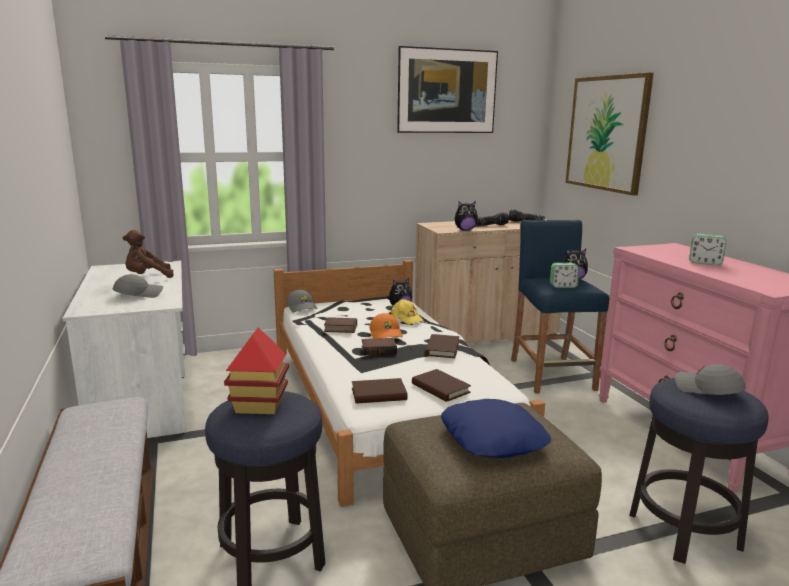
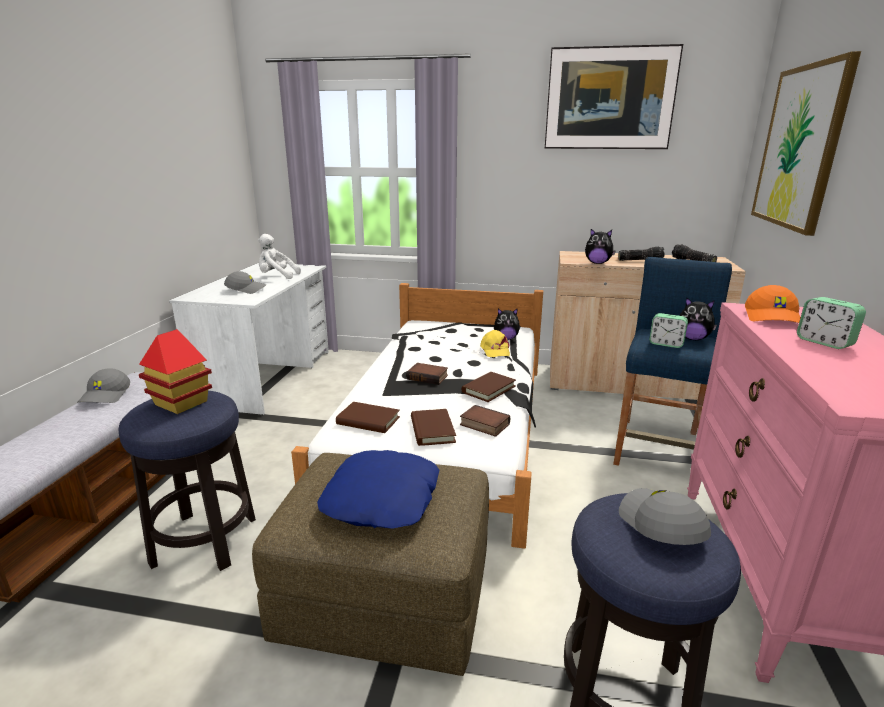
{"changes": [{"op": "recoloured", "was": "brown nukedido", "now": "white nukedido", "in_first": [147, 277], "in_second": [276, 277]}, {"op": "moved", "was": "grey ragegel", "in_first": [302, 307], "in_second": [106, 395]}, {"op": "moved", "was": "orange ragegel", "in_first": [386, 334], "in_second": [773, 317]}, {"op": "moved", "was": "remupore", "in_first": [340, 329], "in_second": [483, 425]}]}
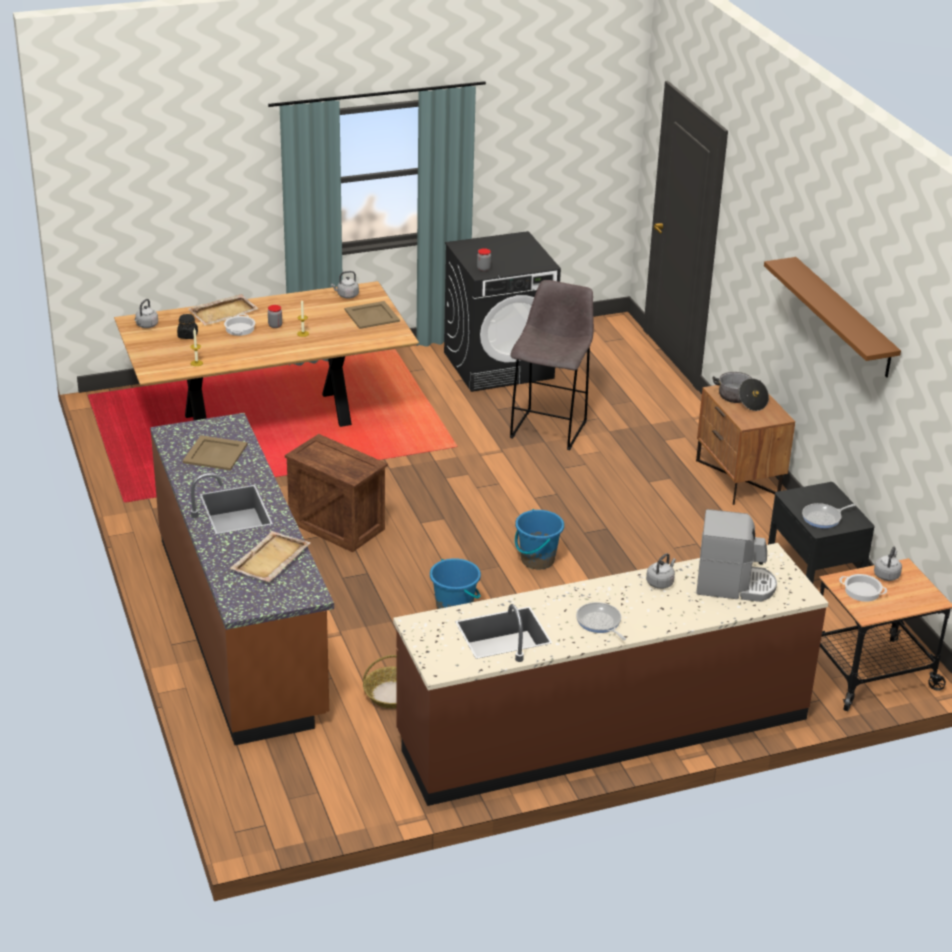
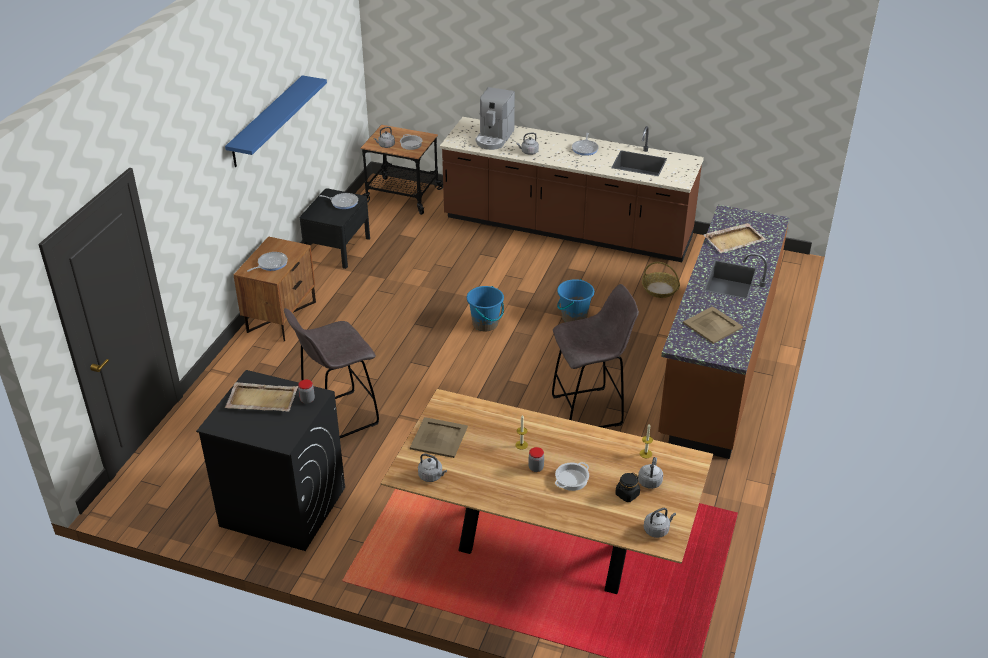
{"changes": [{"op": "recoloured", "was": "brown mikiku", "now": "blue mikiku", "in_first": [843, 317], "in_second": [267, 121]}, {"op": "moved", "was": "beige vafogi", "in_first": [224, 312], "in_second": [261, 399]}, {"op": "replaced", "was": "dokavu", "now": "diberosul", "in_first": [740, 399], "in_second": [271, 264]}, {"op": "replaced", "was": "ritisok", "now": "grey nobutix", "in_first": [335, 526], "in_second": [589, 410]}, {"op": "turned", "was": "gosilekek", "in_first": [734, 585], "in_second": [494, 138], "clockwise": -120}, {"op": "added", "now": "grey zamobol", "in_second": [650, 481]}]}
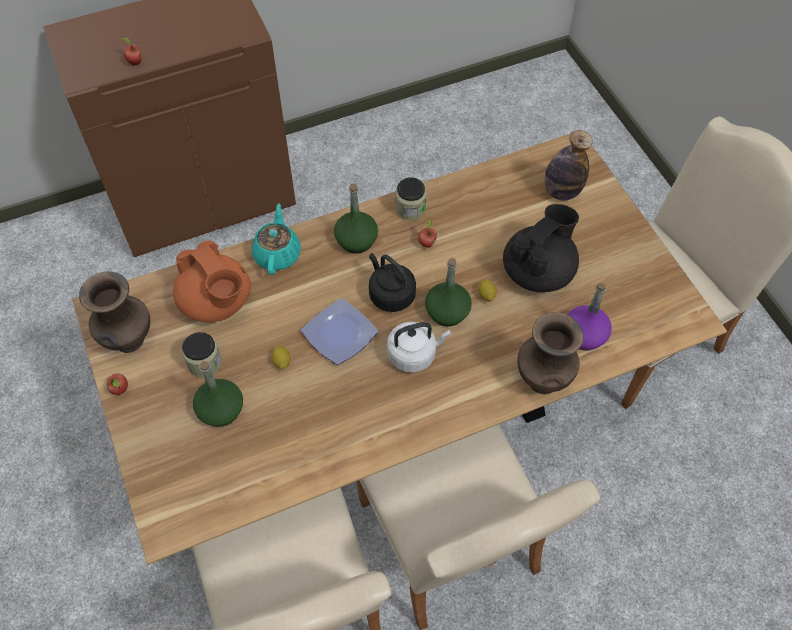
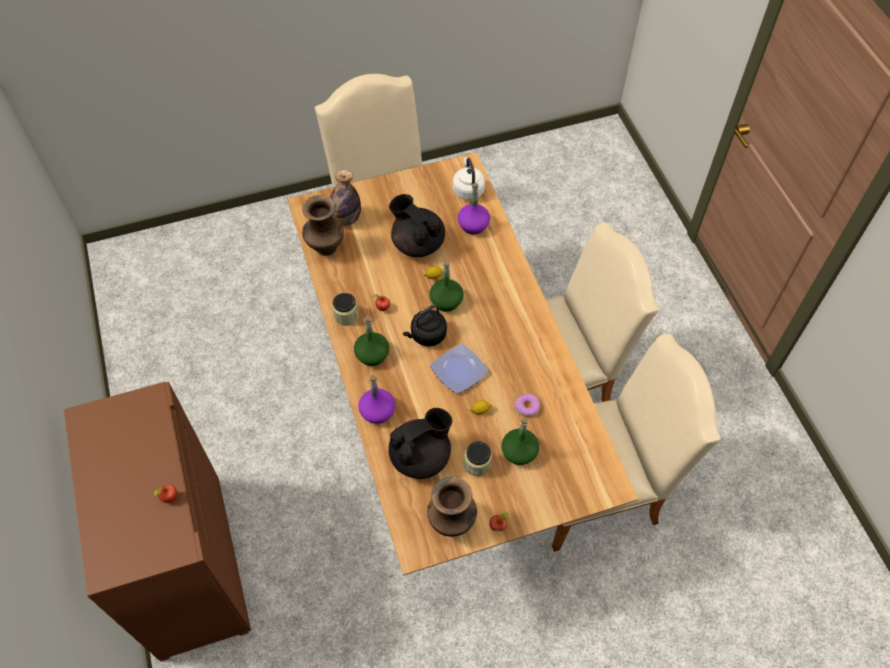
{"changes": [{"op": "replaced", "was": "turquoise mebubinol", "now": "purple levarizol", "in_first": [277, 254], "in_second": [377, 411]}, {"op": "recoloured", "was": "orange mebubinol", "now": "black mebubinol", "in_first": [217, 303], "in_second": [421, 456]}, {"op": "moved", "was": "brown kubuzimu", "in_first": [542, 379], "in_second": [325, 248]}, {"op": "moved", "was": "white zamobol", "in_first": [414, 354], "in_second": [468, 189]}, {"op": "added", "now": "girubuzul", "in_second": [527, 407]}]}
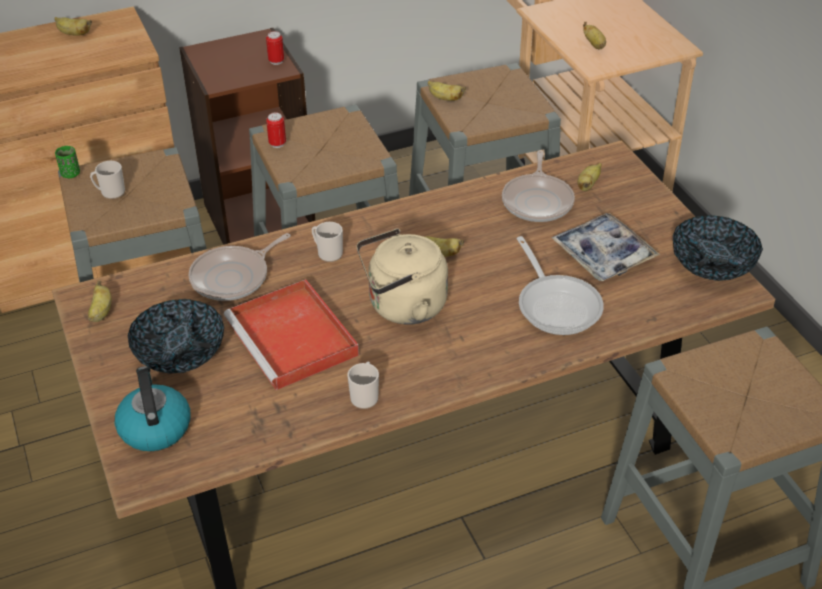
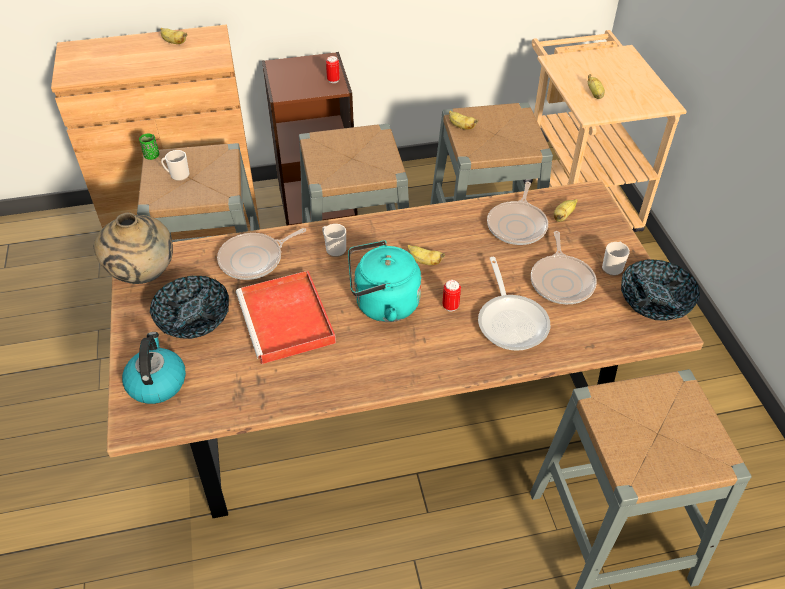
{"changes": [{"op": "moved", "was": "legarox", "in_first": [277, 144], "in_second": [450, 306]}, {"op": "replaced", "was": "vafogi", "now": "diberosul", "in_first": [603, 254], "in_second": [562, 281]}, {"op": "recoloured", "was": "beige zamobol", "now": "turquoise zamobol", "in_first": [403, 306], "in_second": [382, 304]}, {"op": "replaced", "was": "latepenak", "now": "beige kubuzimu", "in_first": [101, 312], "in_second": [144, 276]}, {"op": "moved", "was": "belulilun", "in_first": [365, 396], "in_second": [612, 266]}]}
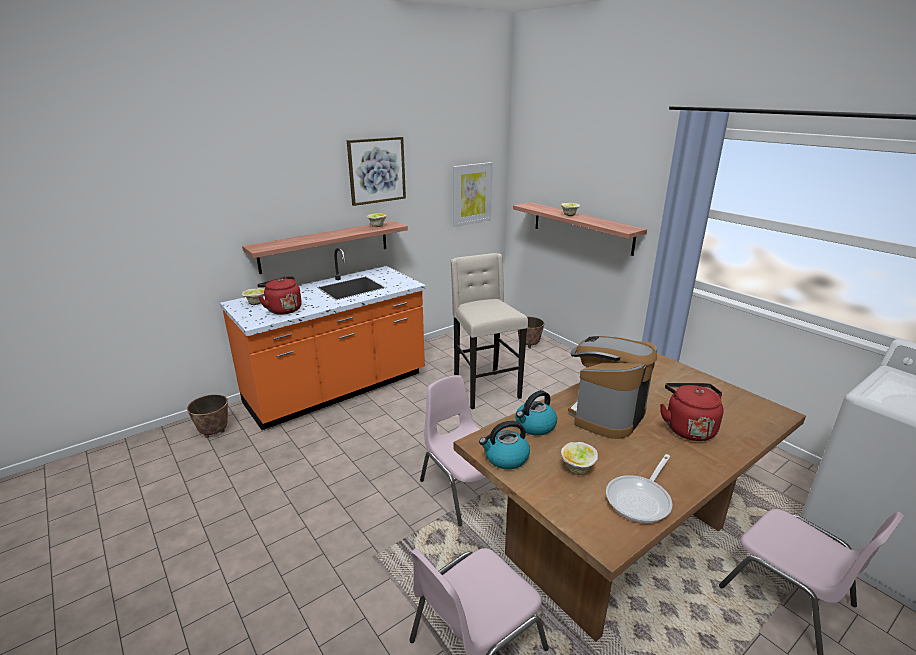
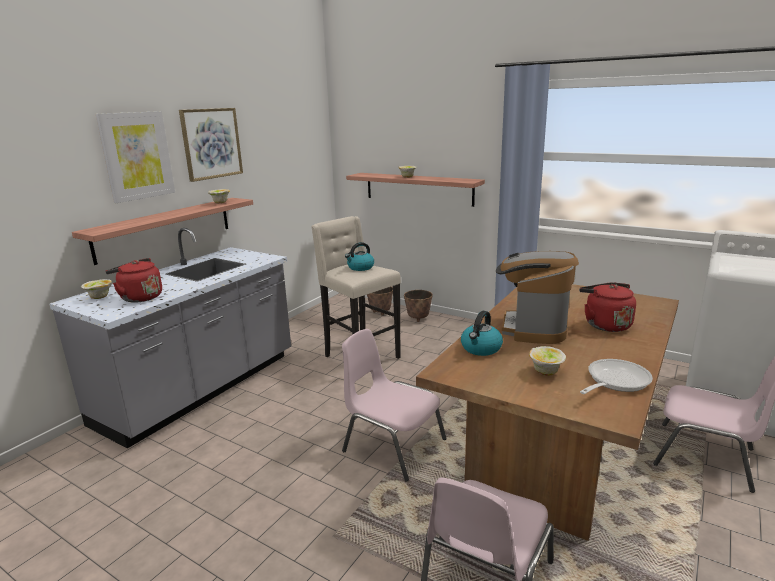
{"changes": [{"op": "moved", "was": "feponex", "in_first": [471, 194], "in_second": [137, 156]}, {"op": "recoloured", "was": "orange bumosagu", "now": "grey bumosagu", "in_first": [337, 390], "in_second": [200, 389]}, {"op": "moved", "was": "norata", "in_first": [214, 432], "in_second": [418, 318]}, {"op": "moved", "was": "zamobol", "in_first": [505, 458], "in_second": [360, 267]}, {"op": "turned", "was": "diberosul", "in_first": [641, 499], "in_second": [614, 381], "clockwise": -150}]}
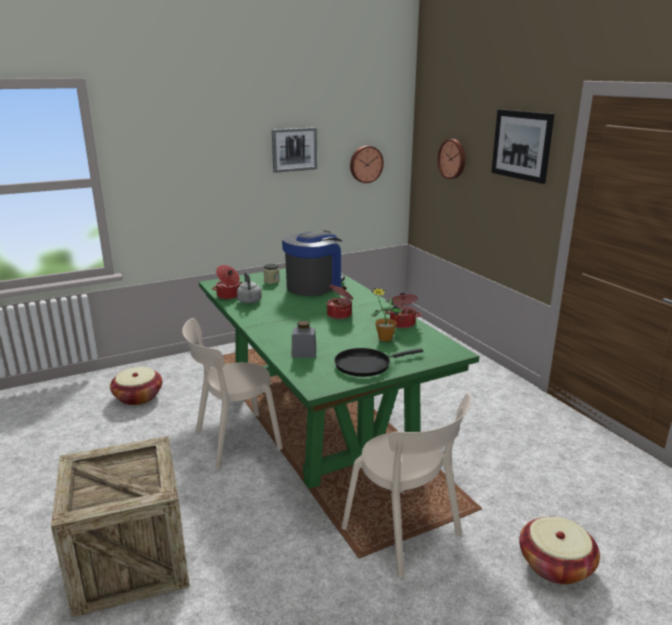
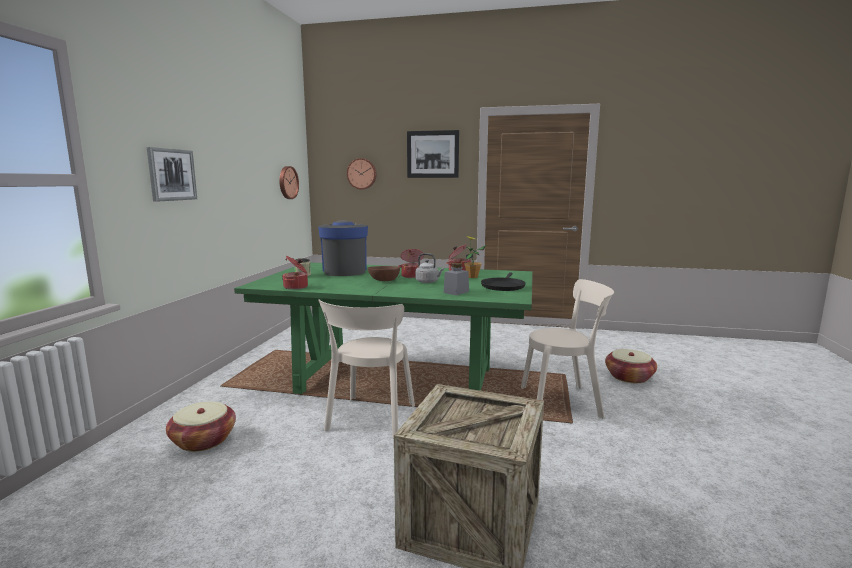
{"changes": [{"op": "moved", "was": "feponex", "in_first": [294, 149], "in_second": [171, 175]}, {"op": "moved", "was": "grey zamobol", "in_first": [249, 301], "in_second": [428, 282]}, {"op": "added", "now": "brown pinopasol", "in_second": [384, 280]}]}
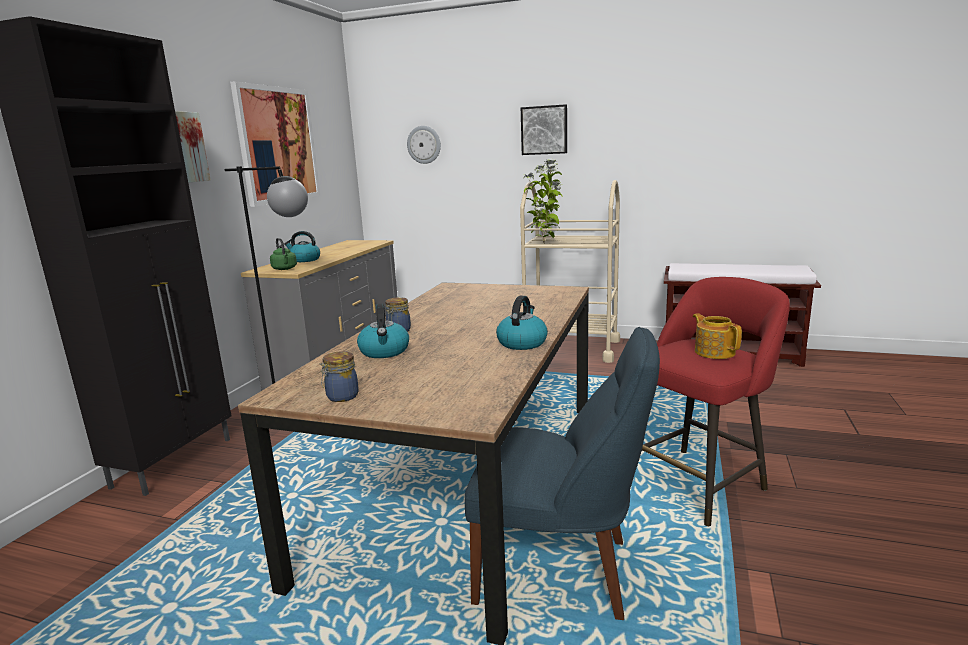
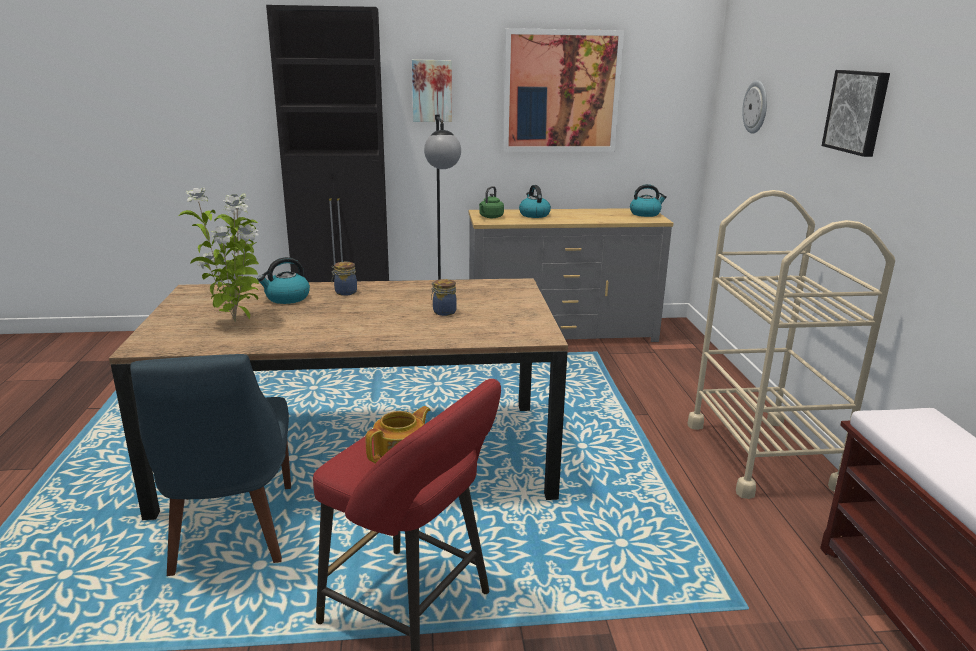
{"changes": [{"op": "moved", "was": "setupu", "in_first": [545, 243], "in_second": [237, 322]}, {"op": "moved", "was": "zamobol", "in_first": [522, 343], "in_second": [645, 214]}, {"op": "moved", "was": "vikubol", "in_first": [341, 397], "in_second": [443, 312]}]}
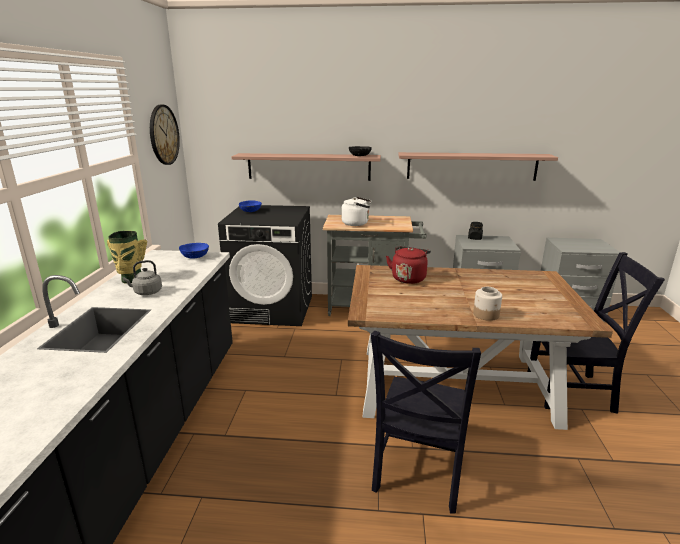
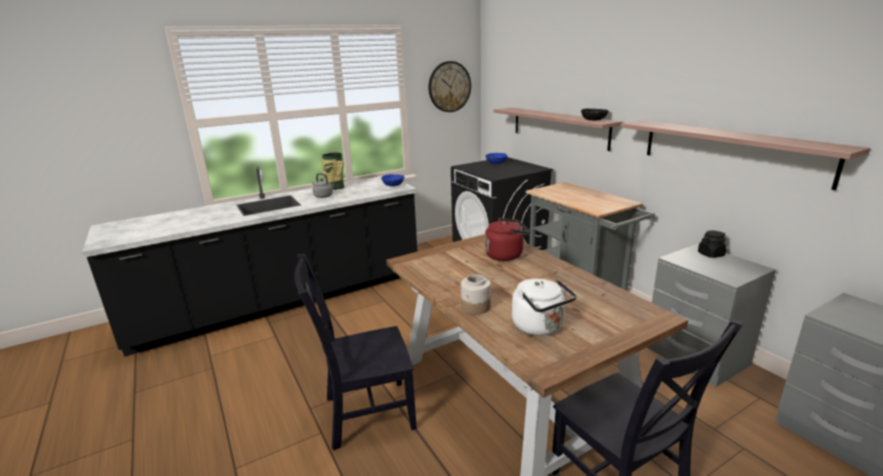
{"changes": [{"op": "moved", "was": "white zamobol", "in_first": [357, 223], "in_second": [540, 327]}]}
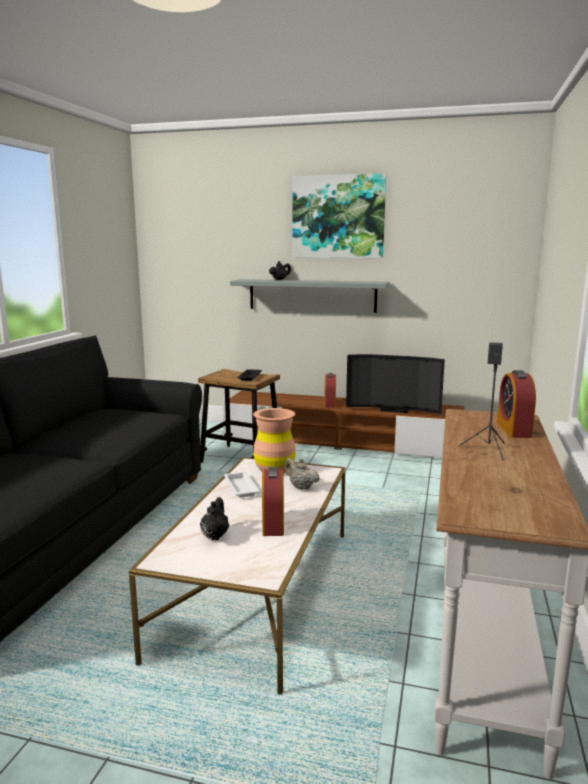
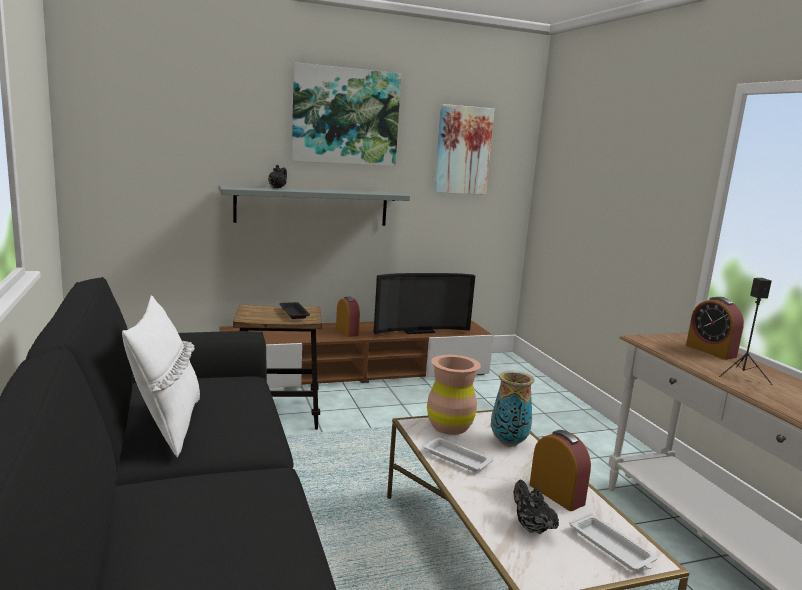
{"changes": [{"op": "replaced", "was": "beige mebubinol", "now": "kubuzimu", "in_first": [301, 487], "in_second": [508, 442]}, {"op": "added", "now": "feponex", "in_second": [462, 150]}, {"op": "added", "now": "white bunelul", "in_second": [166, 426]}, {"op": "added", "now": "white vafogi", "in_second": [612, 547]}]}
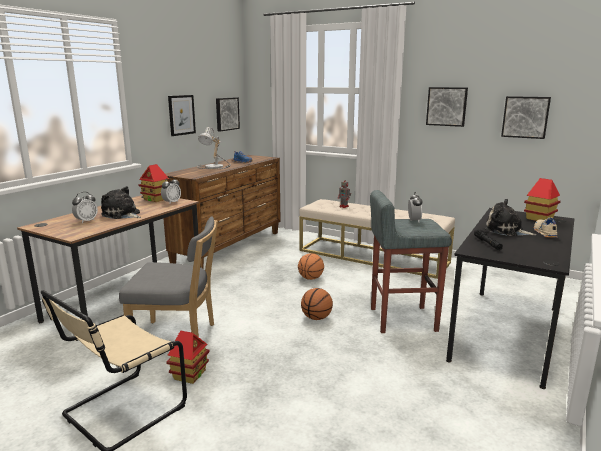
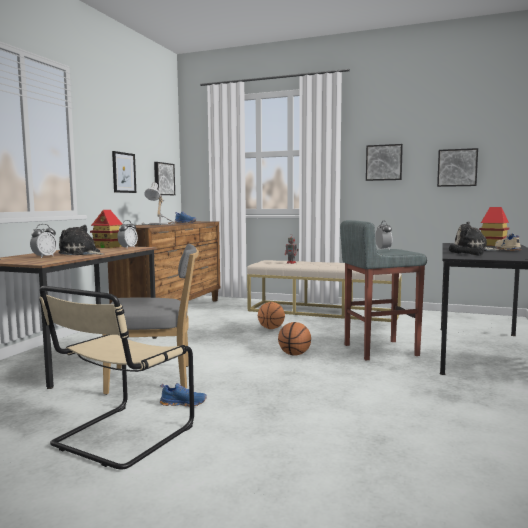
{"changes": [{"op": "replaced", "was": "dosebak", "now": "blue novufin", "in_first": [190, 374], "in_second": [183, 403]}]}
